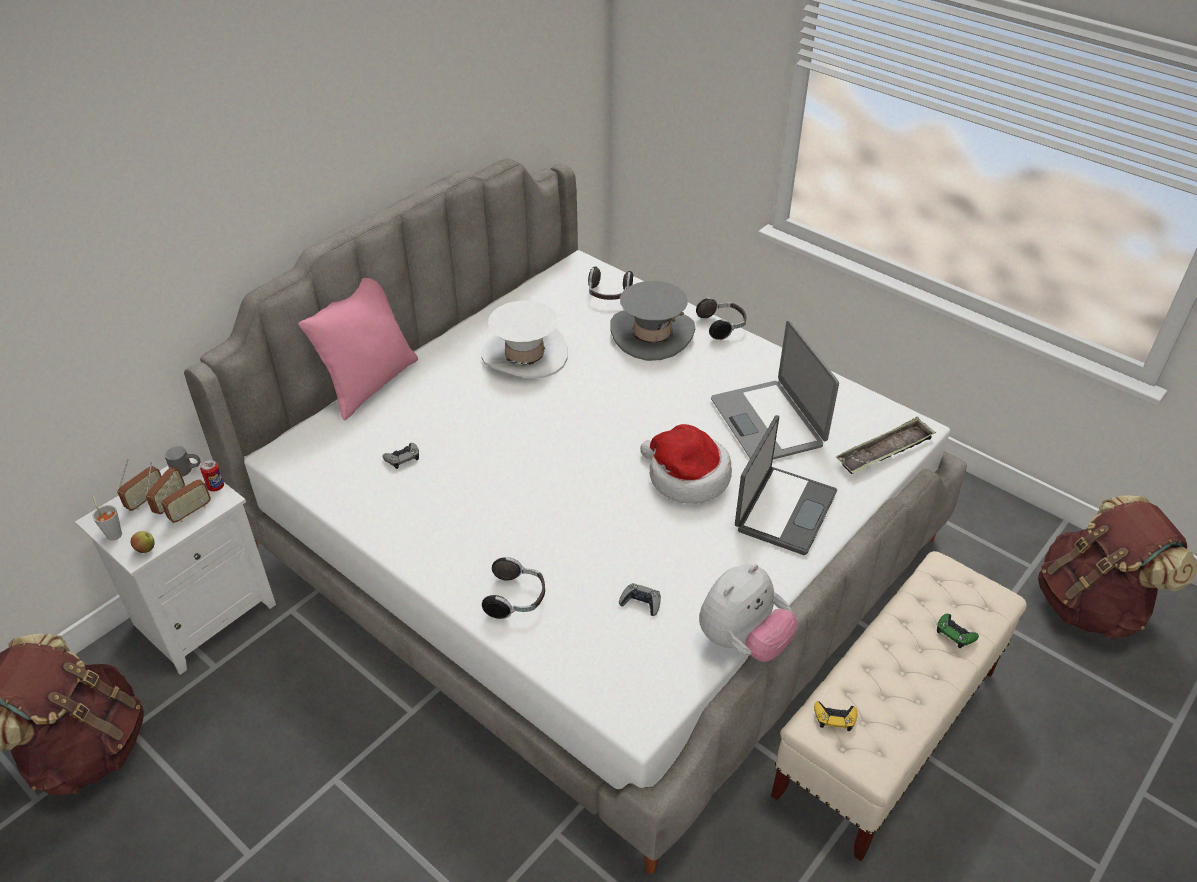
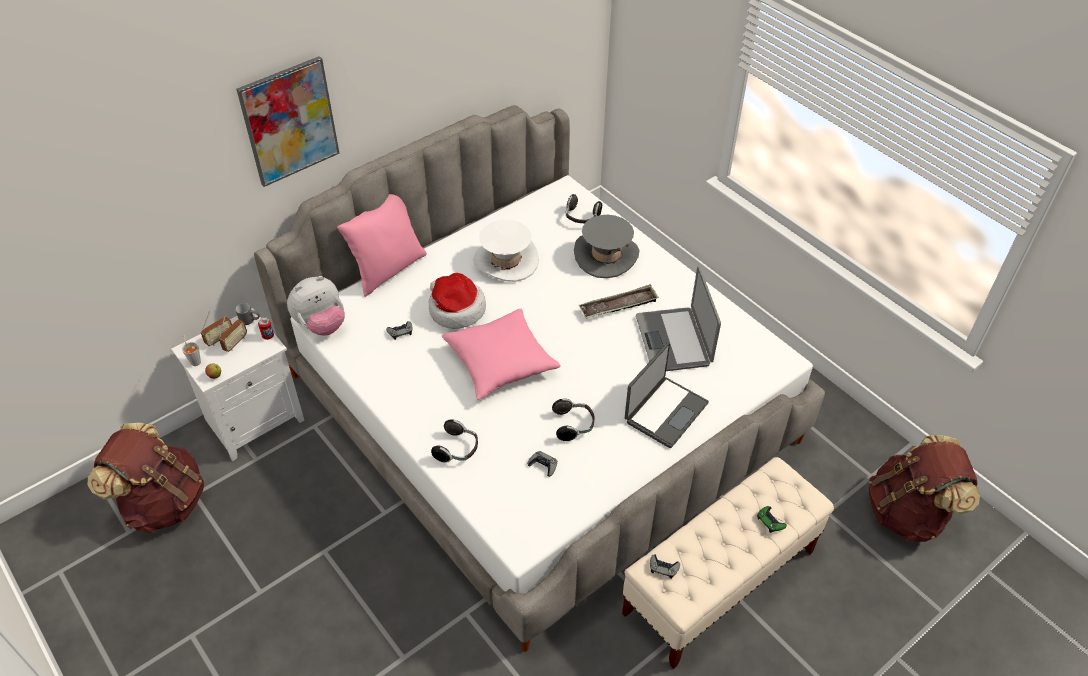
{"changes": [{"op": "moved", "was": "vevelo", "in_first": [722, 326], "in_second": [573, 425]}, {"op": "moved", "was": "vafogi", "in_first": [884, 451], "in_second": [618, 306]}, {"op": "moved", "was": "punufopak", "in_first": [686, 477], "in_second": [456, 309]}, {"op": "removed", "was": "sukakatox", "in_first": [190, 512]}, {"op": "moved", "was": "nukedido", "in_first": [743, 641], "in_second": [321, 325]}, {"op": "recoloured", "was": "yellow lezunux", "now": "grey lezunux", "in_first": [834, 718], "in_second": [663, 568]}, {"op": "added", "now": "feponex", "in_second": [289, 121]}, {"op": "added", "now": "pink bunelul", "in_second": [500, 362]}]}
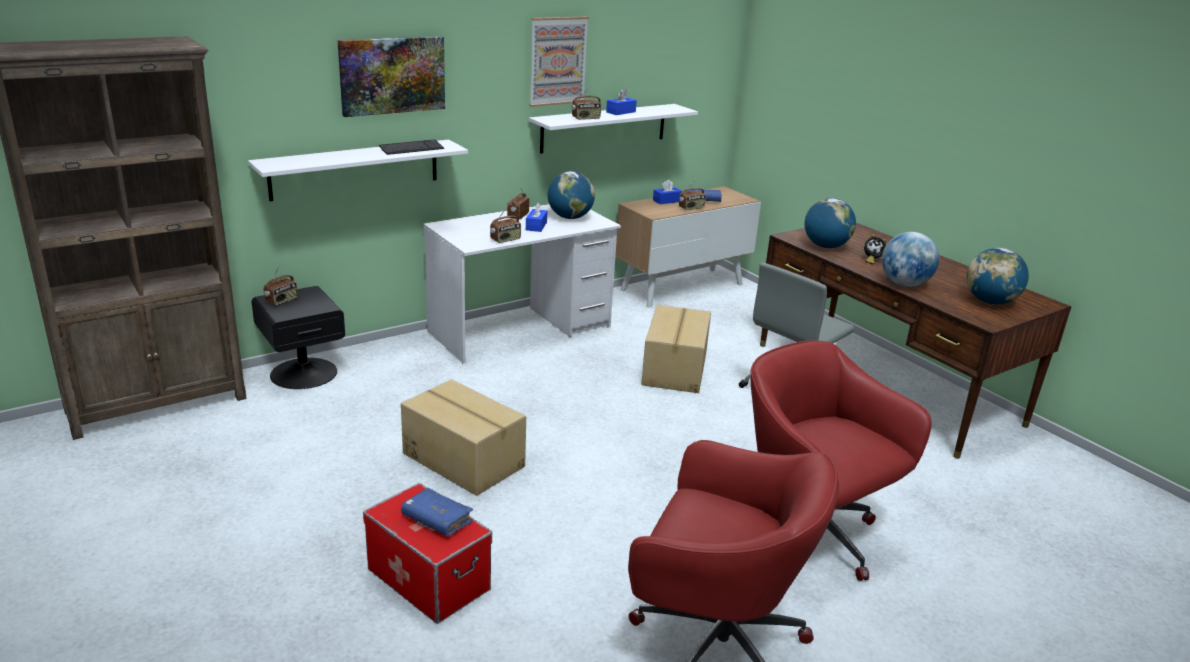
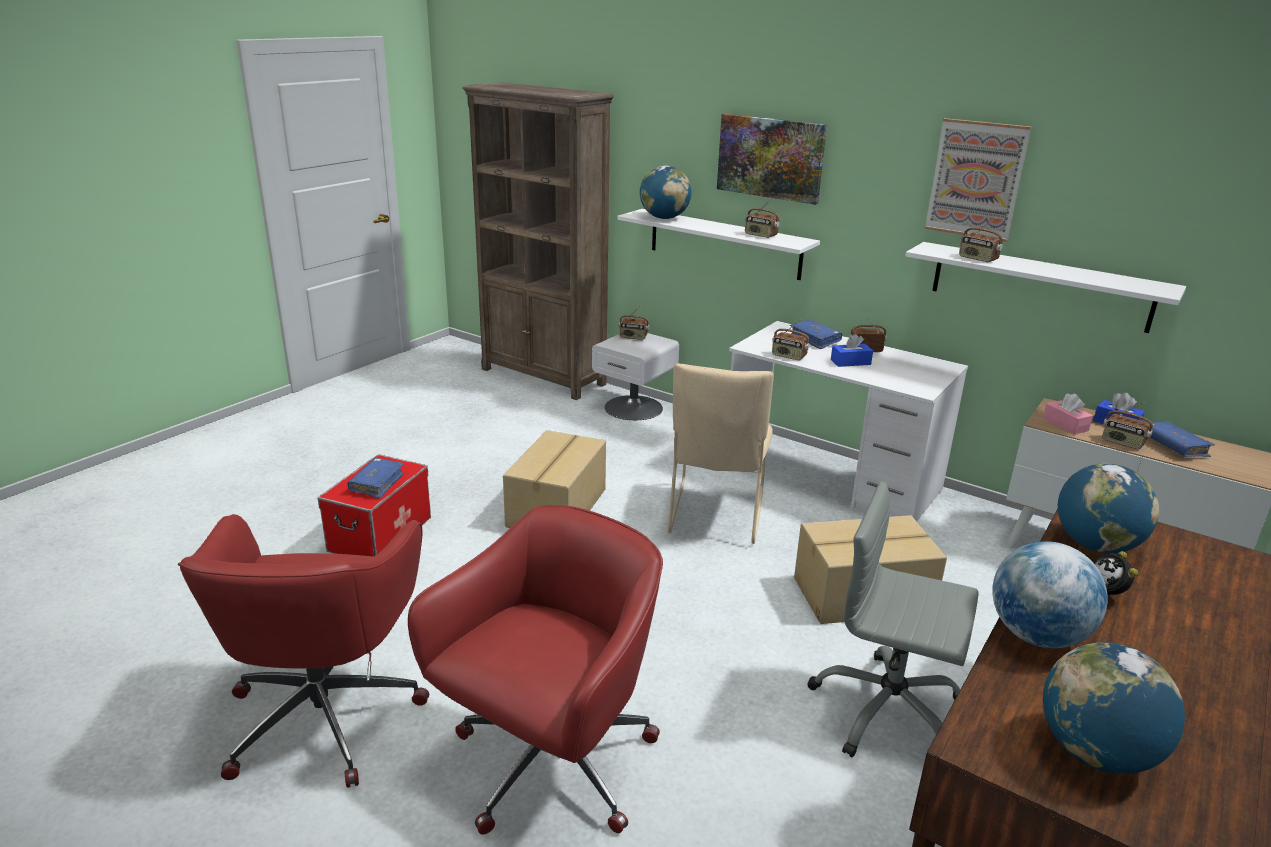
{"changes": [{"op": "removed", "was": "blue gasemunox", "in_first": [621, 112]}, {"op": "replaced", "was": "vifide", "now": "sukakatox", "in_first": [411, 149], "in_second": [760, 235]}, {"op": "moved", "was": "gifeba", "in_first": [570, 217], "in_second": [664, 218]}, {"op": "recoloured", "was": "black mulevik", "now": "white mulevik", "in_first": [303, 372], "in_second": [634, 407]}, {"op": "added", "now": "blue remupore", "in_second": [814, 339]}, {"op": "added", "now": "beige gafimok", "in_second": [715, 516]}, {"op": "added", "now": "pink gasemunox", "in_second": [1065, 424]}]}
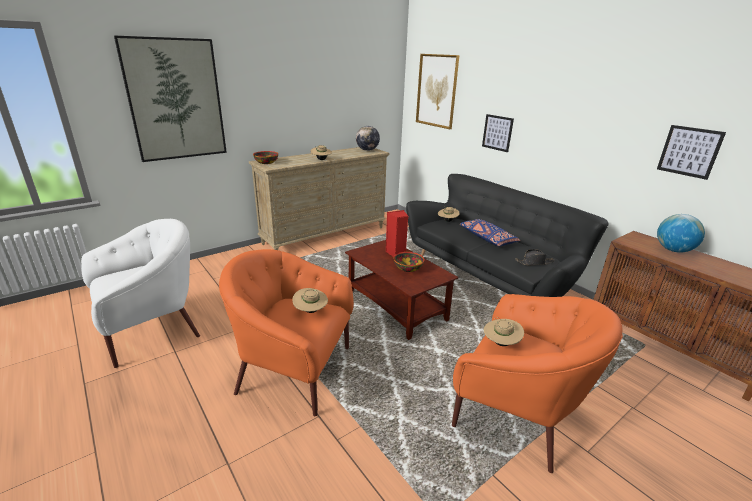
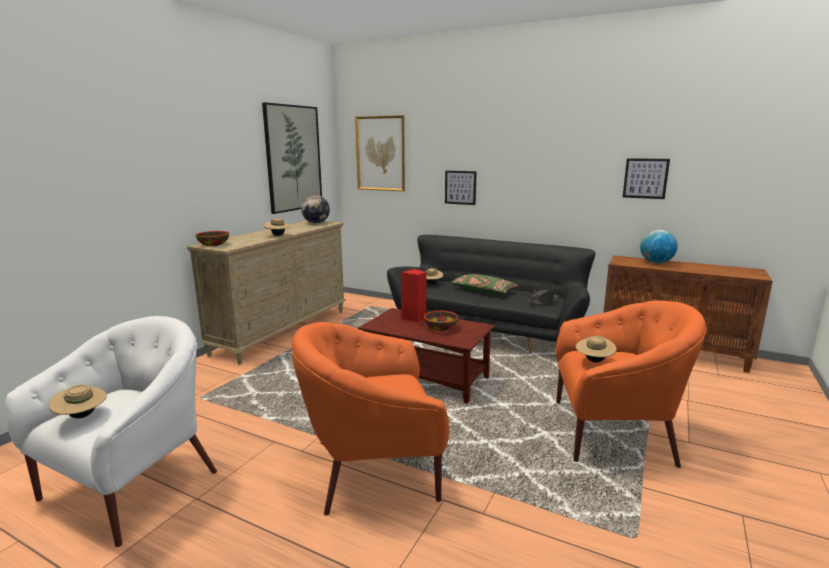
{"changes": [{"op": "moved", "was": "feponex", "in_first": [176, 100], "in_second": [293, 158]}, {"op": "recoloured", "was": "blue bunelul", "now": "green bunelul", "in_first": [487, 238], "in_second": [483, 291]}, {"op": "moved", "was": "beige punufopak", "in_first": [310, 311], "in_second": [82, 416]}]}
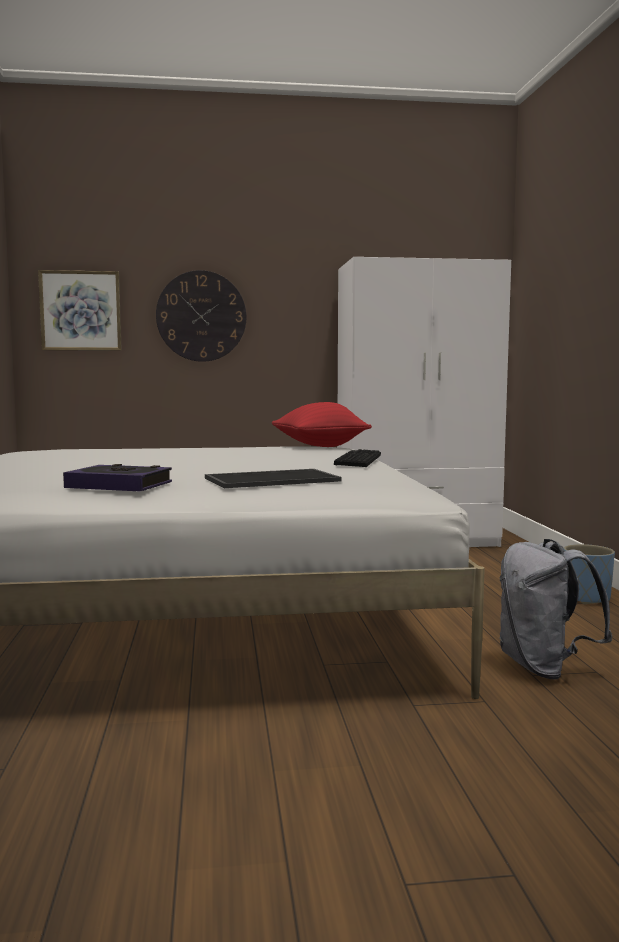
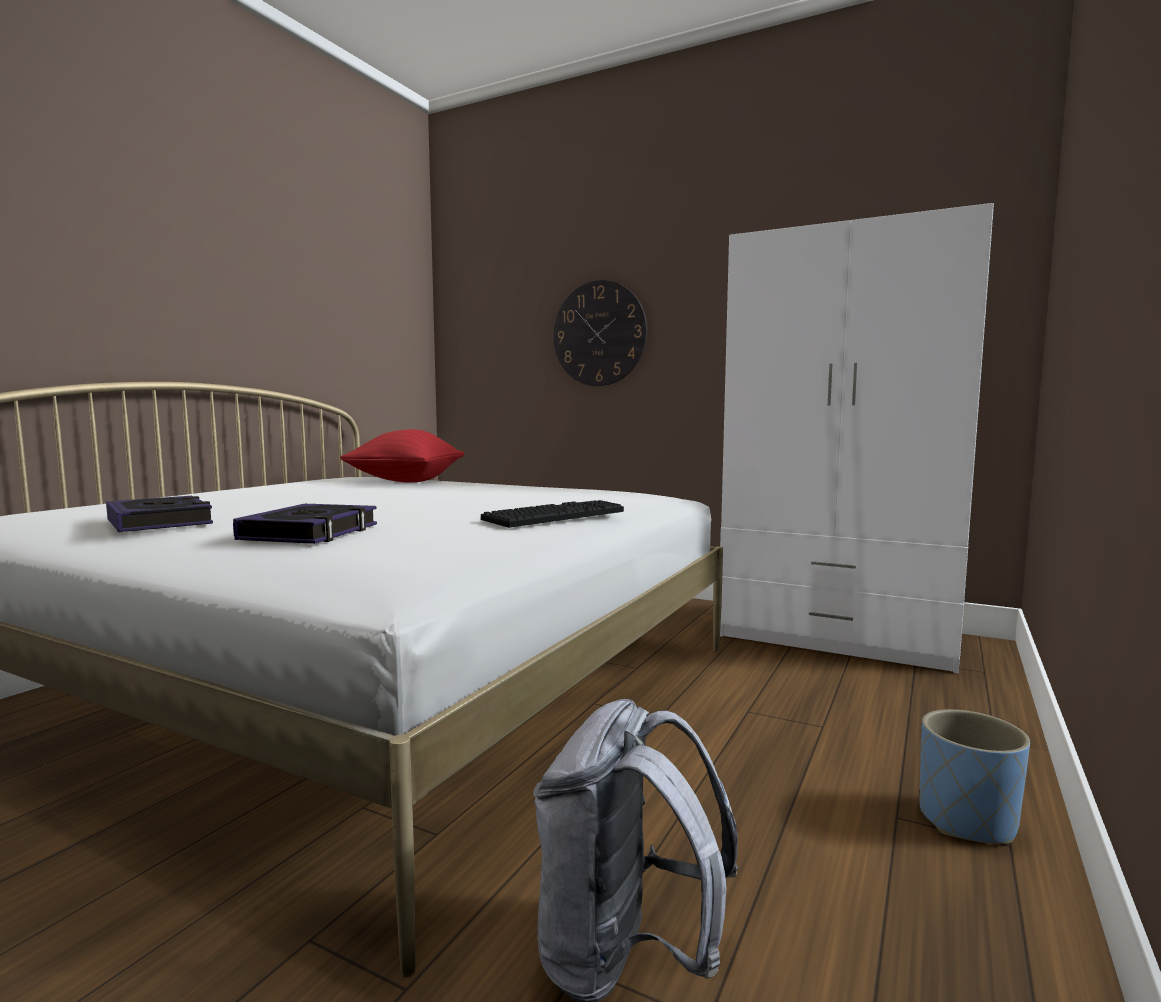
{"changes": [{"op": "removed", "was": "feponex", "in_first": [80, 311]}, {"op": "moved", "was": "red bunelul", "in_first": [320, 447], "in_second": [406, 481]}, {"op": "replaced", "was": "vafogi", "now": "remupore", "in_first": [272, 479], "in_second": [311, 533]}]}
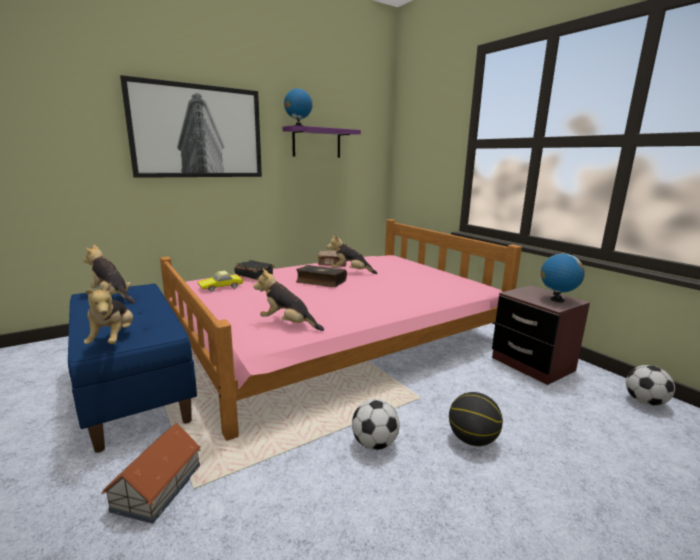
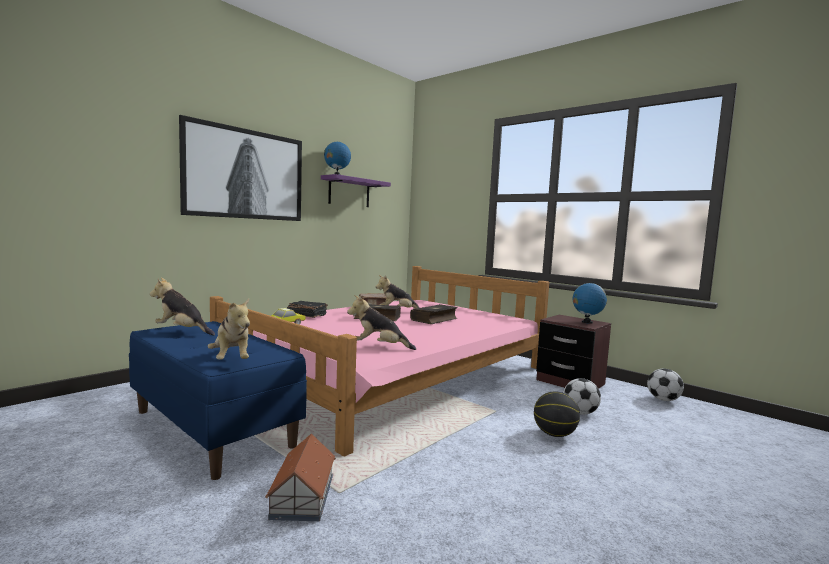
{"changes": [{"op": "moved", "was": "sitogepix", "in_first": [375, 444], "in_second": [580, 413]}, {"op": "added", "now": "remupore", "in_second": [434, 320]}]}
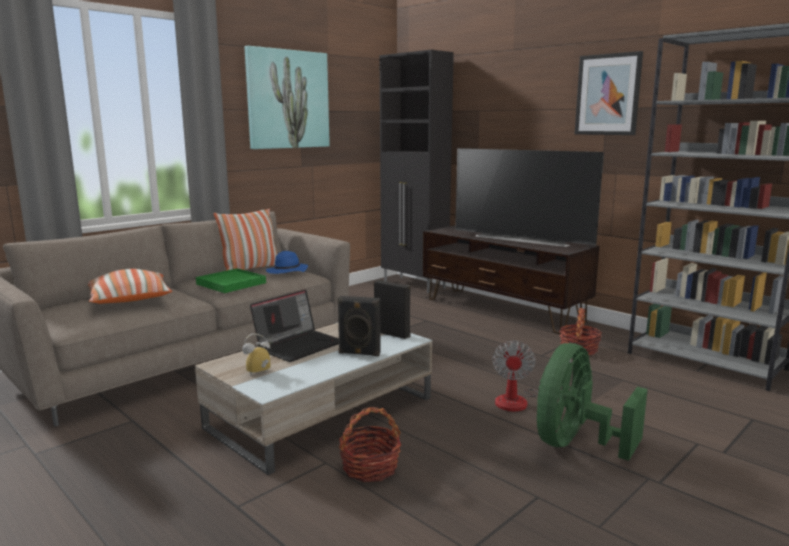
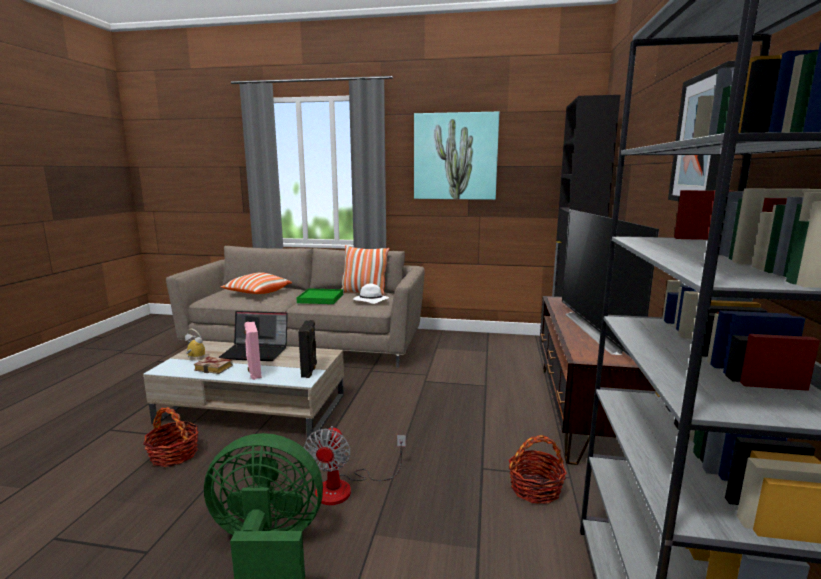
{"changes": [{"op": "recoloured", "was": "blue punufopak", "now": "white punufopak", "in_first": [287, 272], "in_second": [370, 301]}, {"op": "recoloured", "was": "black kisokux", "now": "pink kisokux", "in_first": [359, 353], "in_second": [254, 372]}, {"op": "turned", "was": "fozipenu", "in_first": [521, 401], "in_second": [346, 488], "clockwise": -60}, {"op": "added", "now": "remupore", "in_second": [215, 368]}]}
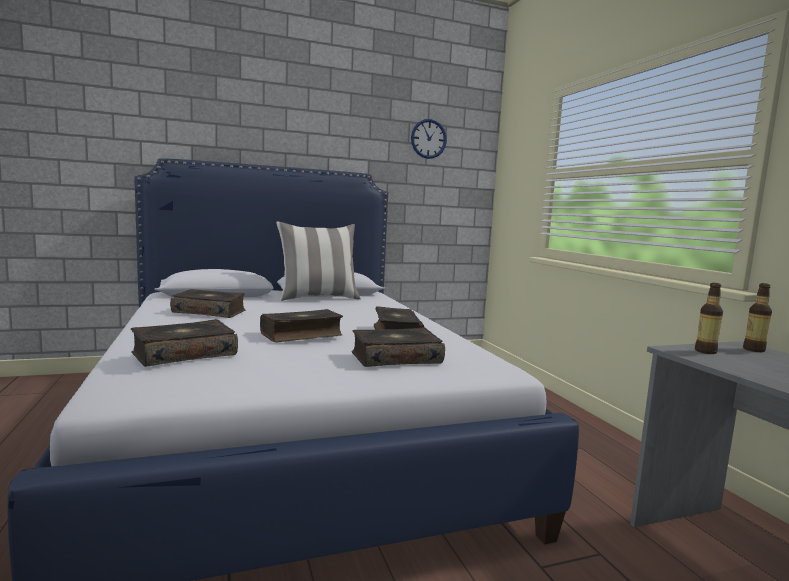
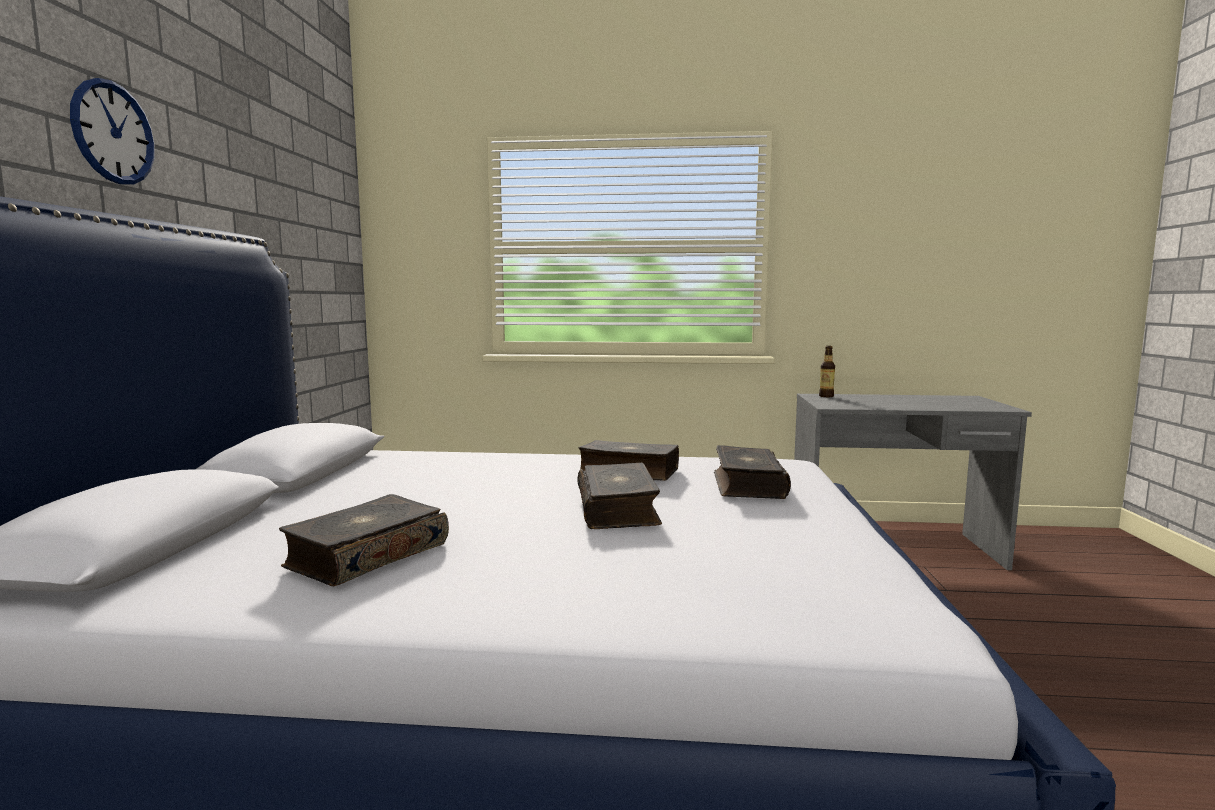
{"changes": [{"op": "moved", "was": "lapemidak", "in_first": [428, 139], "in_second": [113, 133]}, {"op": "removed", "was": "bunelul", "in_first": [318, 298]}, {"op": "removed", "was": "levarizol", "in_first": [705, 351]}, {"op": "removed", "was": "remupore", "in_first": [184, 354]}]}
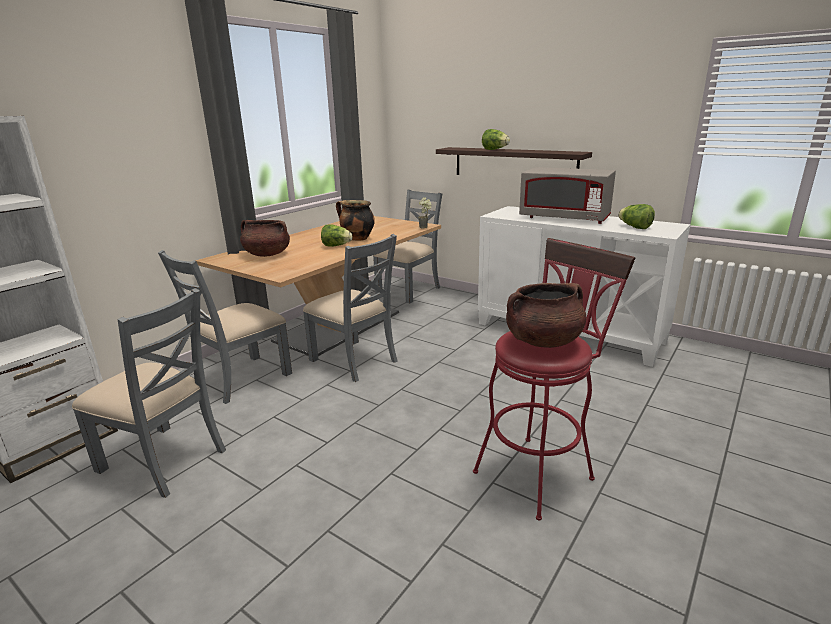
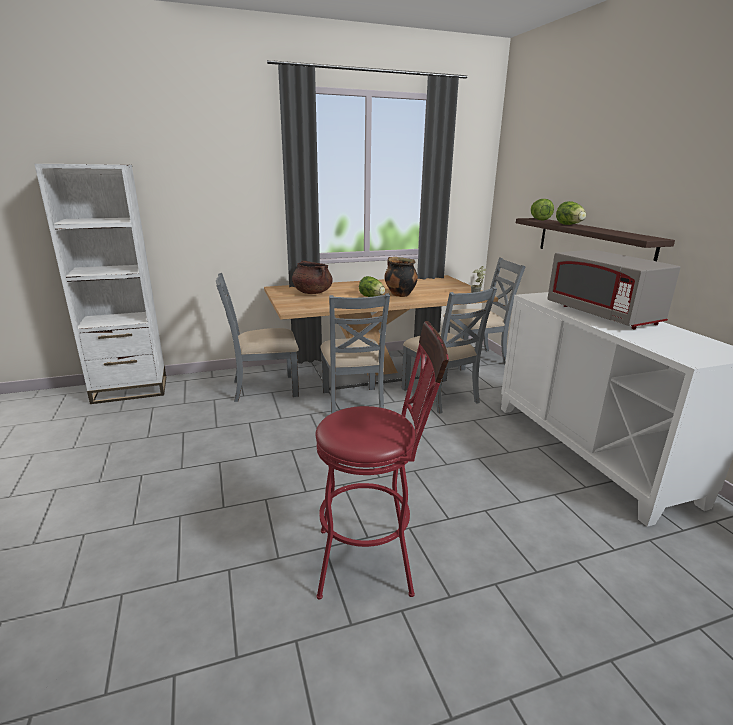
{"changes": [{"op": "moved", "was": "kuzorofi", "in_first": [634, 227], "in_second": [539, 219]}, {"op": "removed", "was": "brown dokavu", "in_first": [543, 341]}, {"op": "moved", "was": "grey gafimok", "in_first": [164, 460], "in_second": [441, 395]}]}
